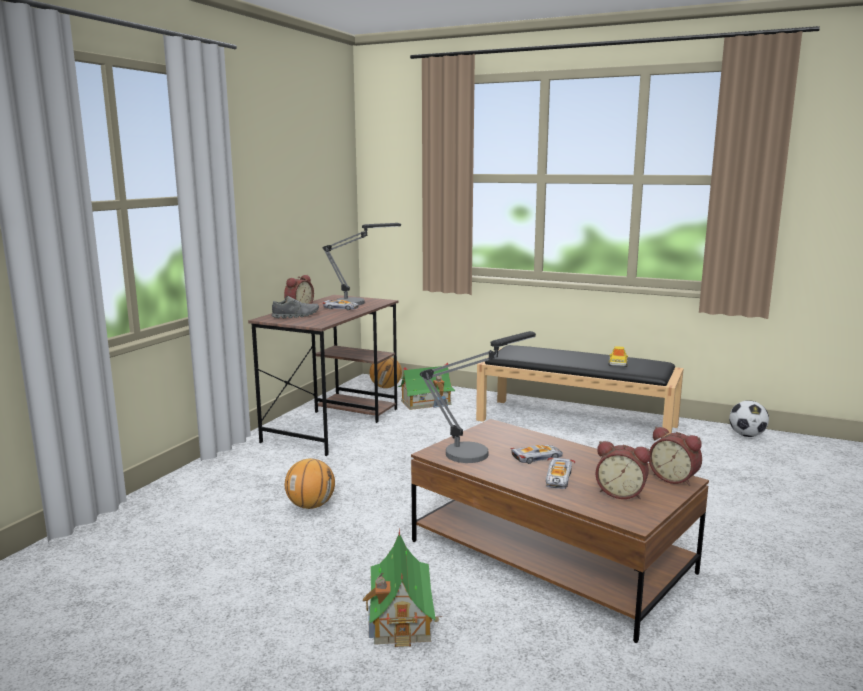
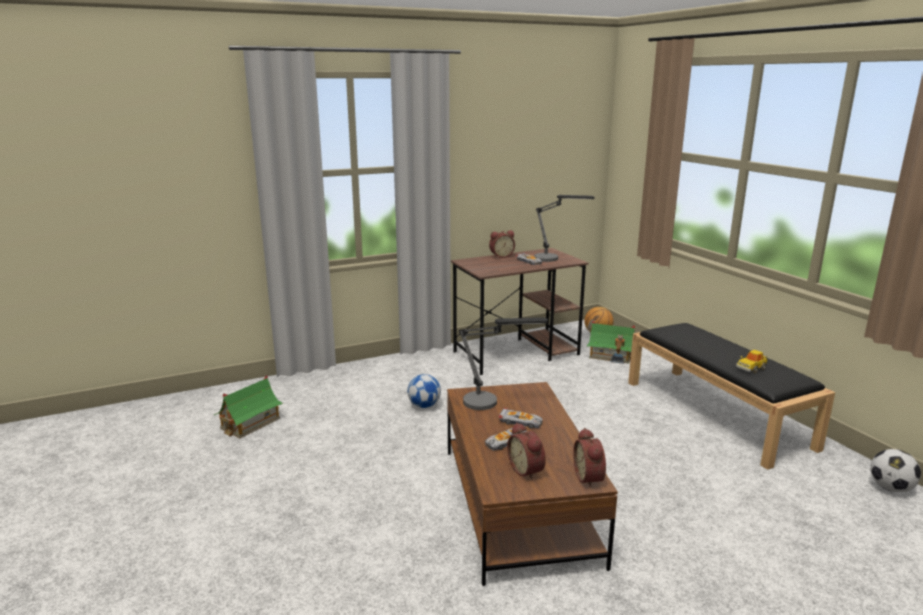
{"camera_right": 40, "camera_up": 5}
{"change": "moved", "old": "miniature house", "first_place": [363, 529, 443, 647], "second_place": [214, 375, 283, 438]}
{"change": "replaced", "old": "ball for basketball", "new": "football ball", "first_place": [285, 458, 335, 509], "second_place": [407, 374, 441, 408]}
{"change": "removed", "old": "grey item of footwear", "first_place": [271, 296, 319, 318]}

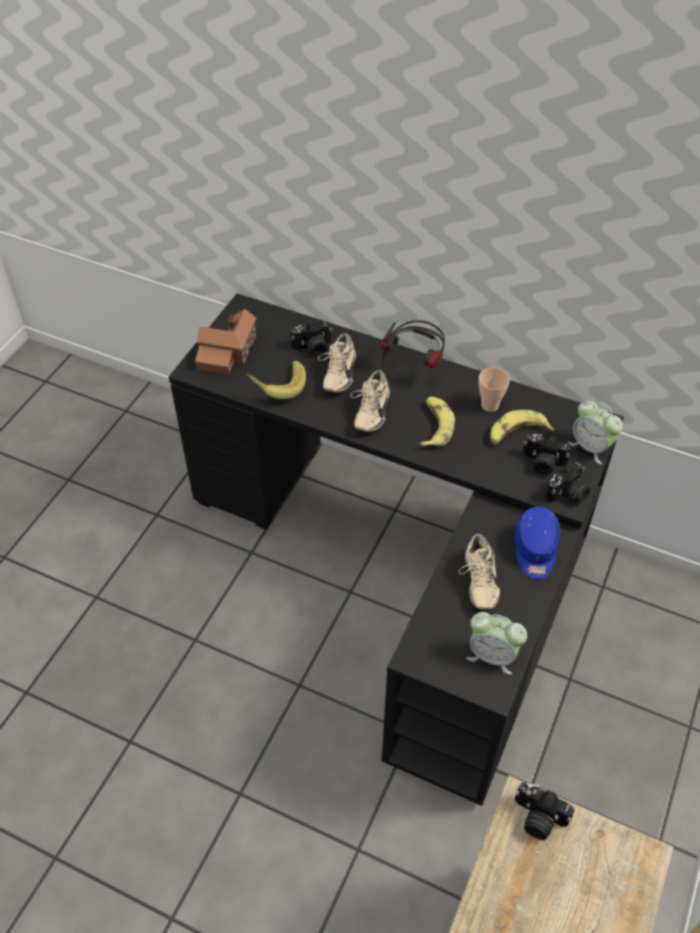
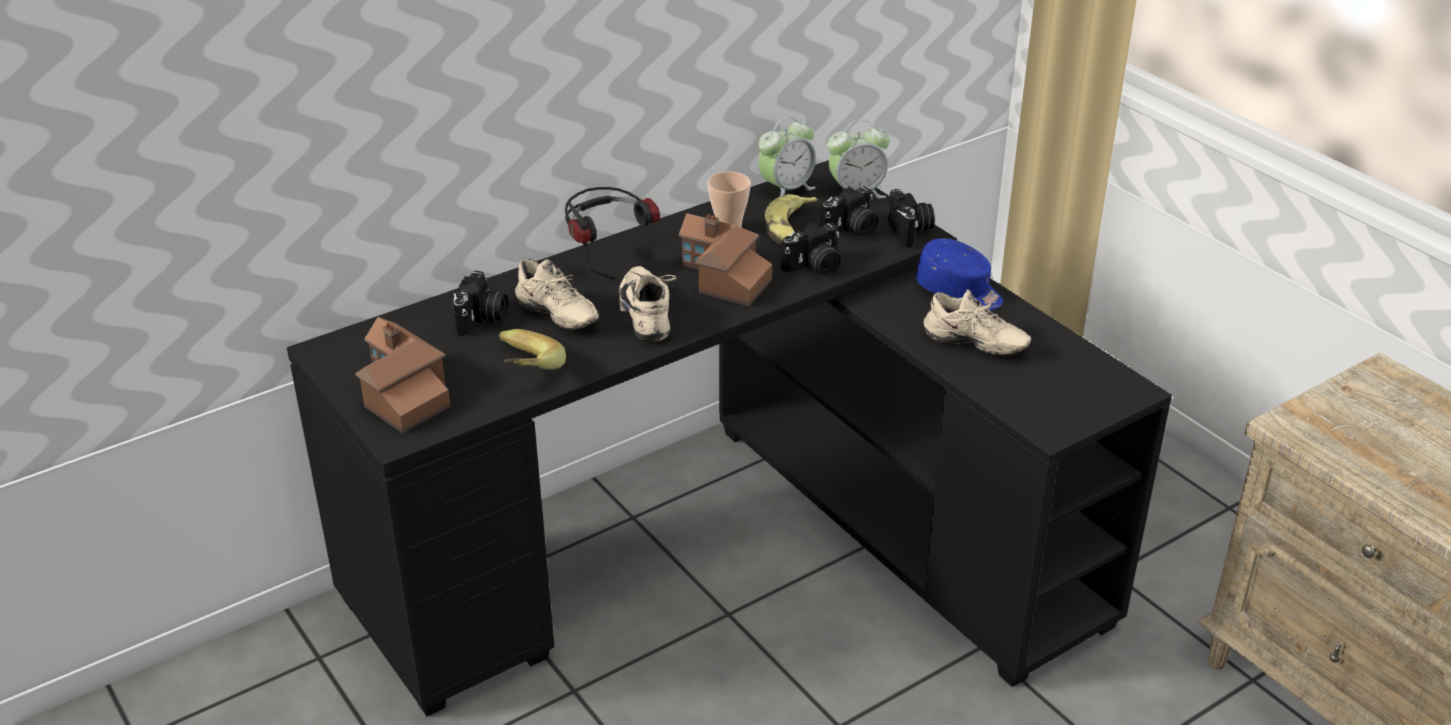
{"camera_right": -60, "camera_up": -15}
{"change": "turned", "old": "sand-coloured item of footwear", "first_place": [350, 370, 390, 432], "second_place": [619, 266, 676, 342], "degrees": -150}
{"change": "replaced", "old": "banana fruit", "new": "miniature house", "first_place": [420, 396, 455, 447], "second_place": [679, 213, 772, 306]}
{"change": "moved", "old": "alarm clock", "first_place": [466, 612, 527, 675], "second_place": [758, 116, 816, 196]}
{"change": "moved", "old": "photo camera", "first_place": [515, 782, 575, 840], "second_place": [781, 222, 841, 276]}

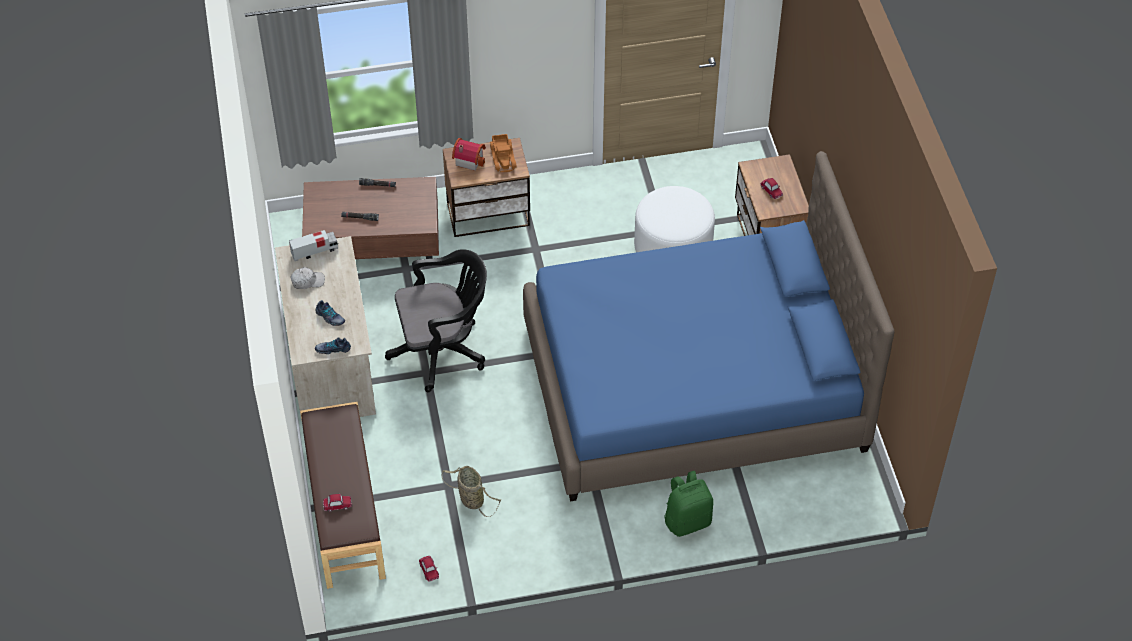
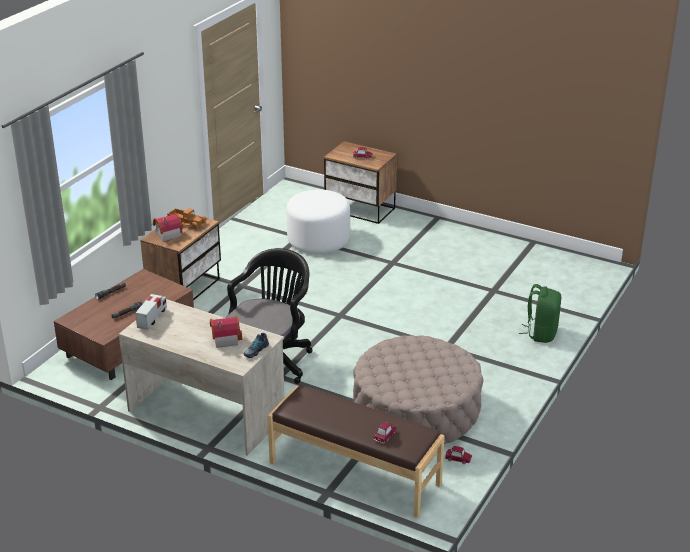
{"camera_right": -50, "camera_up": -20}
{"change": "replaced", "old": "item of footwear", "new": "miniature house", "first_place": [316, 300, 345, 326], "second_place": [210, 316, 242, 348]}
{"change": "replaced", "old": "basket", "new": "sand-coloured pouffe", "first_place": [441, 466, 501, 517], "second_place": [353, 335, 483, 444]}
{"change": "removed", "old": "white-coloured peaked cap", "first_place": [291, 267, 325, 289]}
{"change": "removed", "old": "blue-coloured bedroom bed", "first_place": [523, 151, 894, 502]}

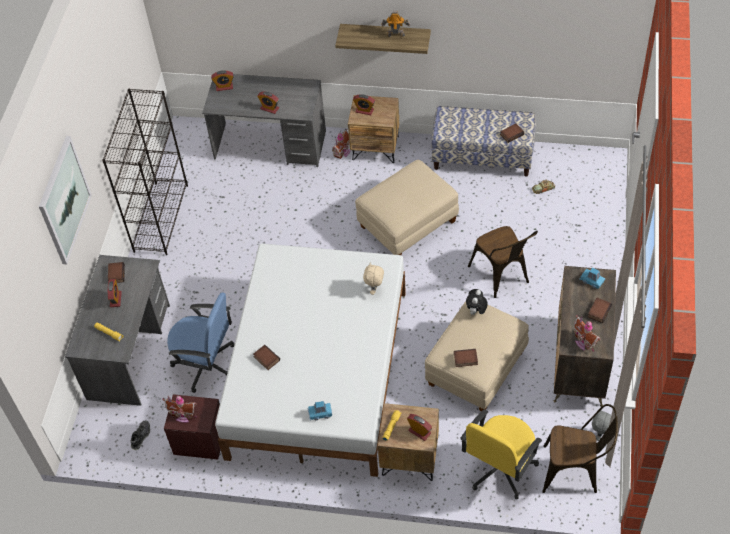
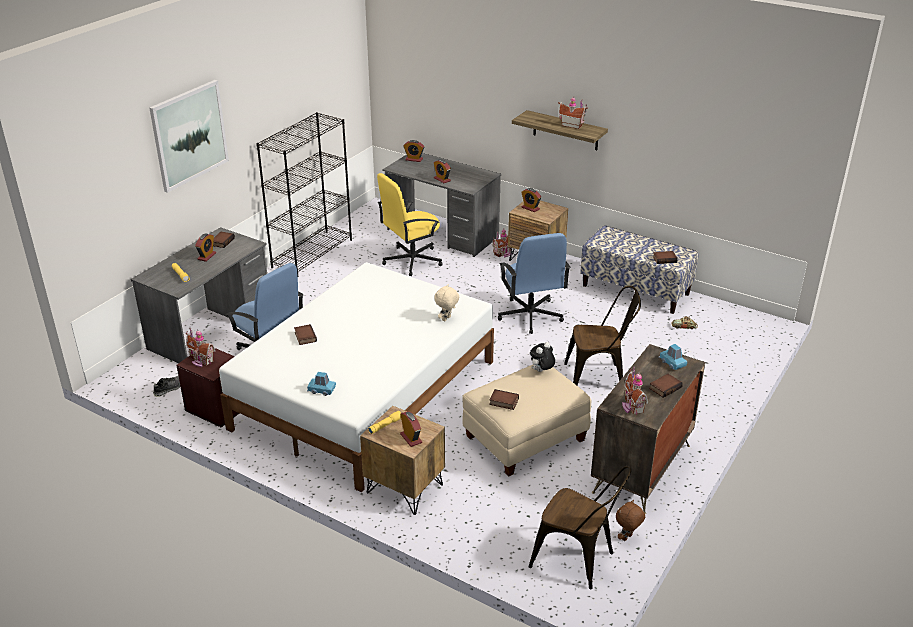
{"camera_right": 20, "camera_up": -20}
{"change": "moved", "old": "yellow-coloured computer chair", "first_place": [460, 409, 542, 499], "second_place": [377, 173, 443, 276]}
{"change": "replaced", "old": "sand-coloured pouffe", "new": "blue-coloured computer chair", "first_place": [355, 160, 459, 255], "second_place": [498, 233, 570, 334]}
{"change": "replaced", "old": "model robot", "new": "miniature house", "first_place": [382, 11, 410, 37], "second_place": [558, 96, 588, 129]}
{"change": "turned", "old": "brown chair", "first_place": [468, 226, 538, 298], "second_place": [564, 286, 641, 385], "degrees": -90}
{"change": "recoloured", "old": "grey cuddly toy", "new": "brown cuddly toy", "first_place": [592, 409, 611, 441], "second_place": [616, 499, 645, 541]}

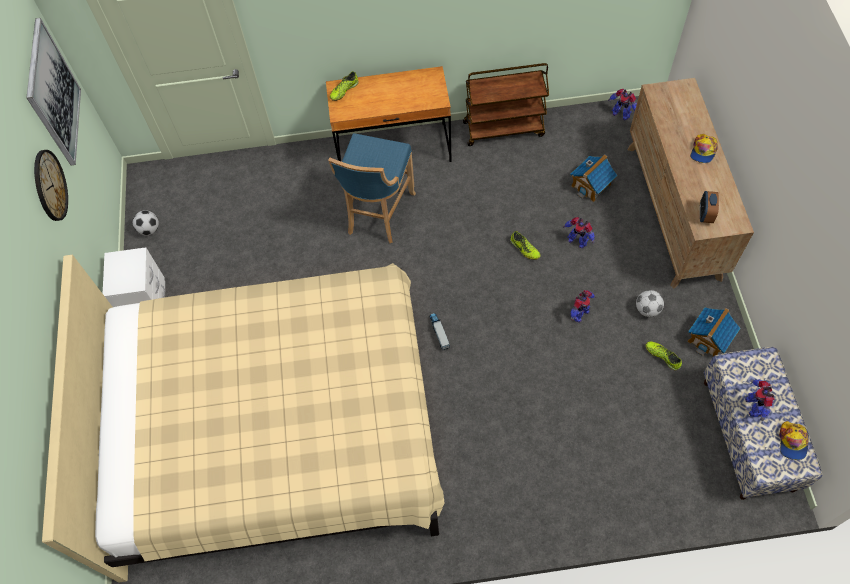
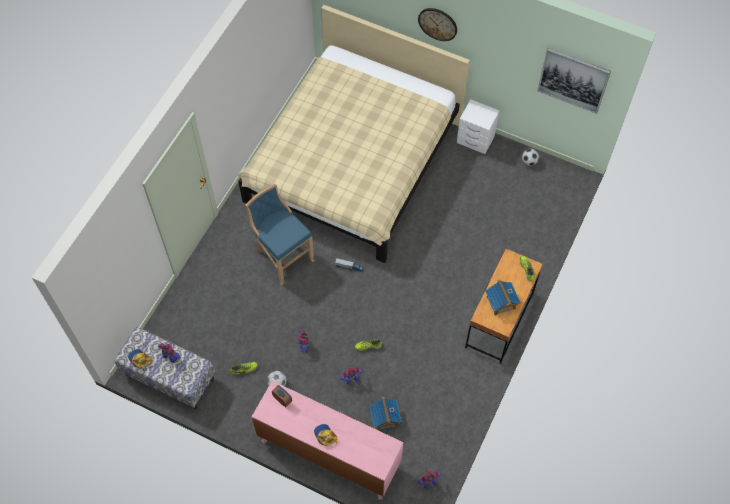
{"camera_right": 120, "camera_up": 0}
{"change": "moved", "old": "blue-coloured stool seat", "first_place": [328, 133, 416, 243], "second_place": [245, 184, 315, 286]}
{"change": "recoloured", "old": "brown drawer chest", "new": "pink-coloured drawer chest", "first_place": [628, 78, 754, 288], "second_place": [252, 381, 403, 500]}
{"change": "moved", "old": "wall clock", "first_place": [34, 150, 68, 221], "second_place": [418, 8, 457, 41]}
{"change": "moved", "old": "miniature house", "first_place": [687, 307, 740, 357], "second_place": [485, 279, 521, 316]}
{"change": "removed", "old": "brown wheeled cart", "first_place": [463, 63, 549, 146]}

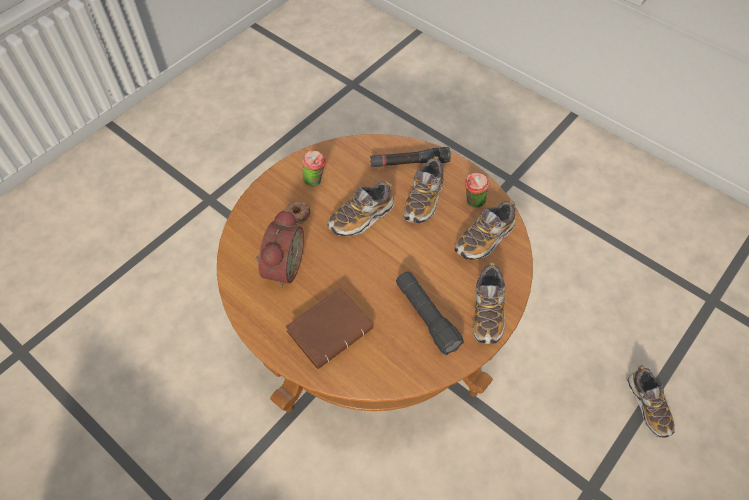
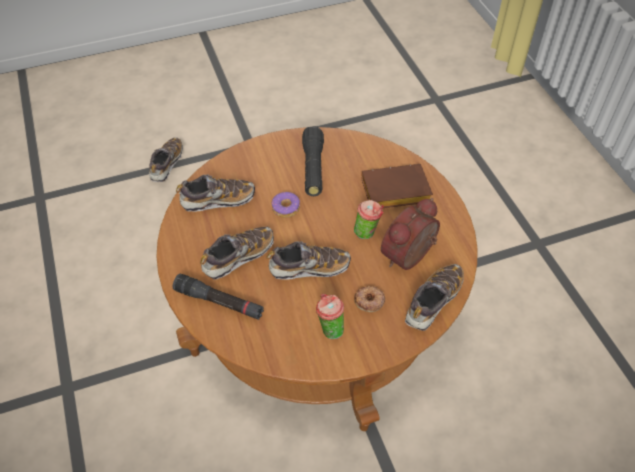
{"camera_right": -150, "camera_up": -5}
{"change": "added", "new": "doughnut", "second_place": [272, 192, 300, 218]}
{"change": "moved", "old": "cup", "first_place": [465, 173, 490, 208], "second_place": [354, 200, 384, 239]}
{"change": "moved", "old": "item of footwear", "first_place": [473, 262, 505, 344], "second_place": [405, 264, 464, 331]}

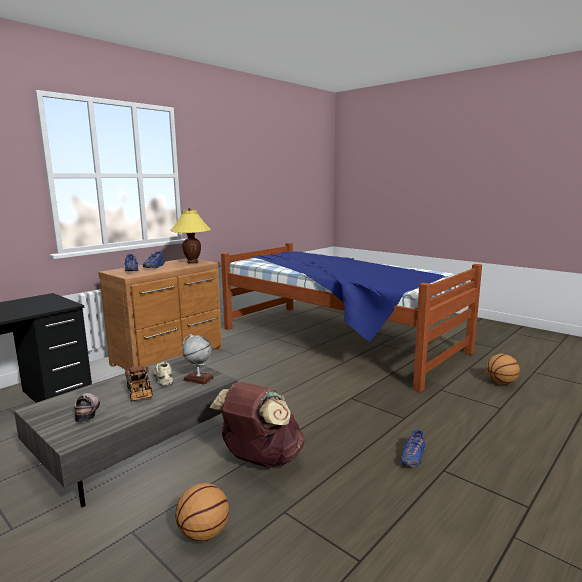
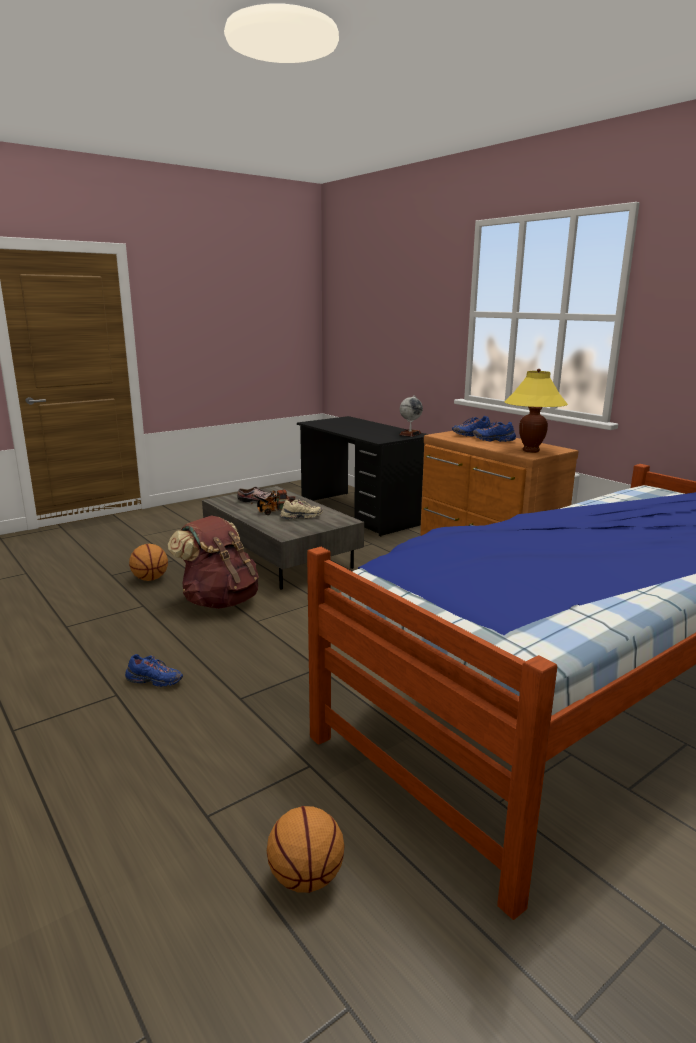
{"camera_right": 100, "camera_up": 5}
{"change": "turned", "old": "blue-coloured item of footwear", "first_place": [400, 430, 425, 467], "second_place": [125, 654, 183, 687], "degrees": 150}
{"change": "moved", "old": "desk globe", "first_place": [182, 334, 215, 385], "second_place": [399, 395, 423, 437]}

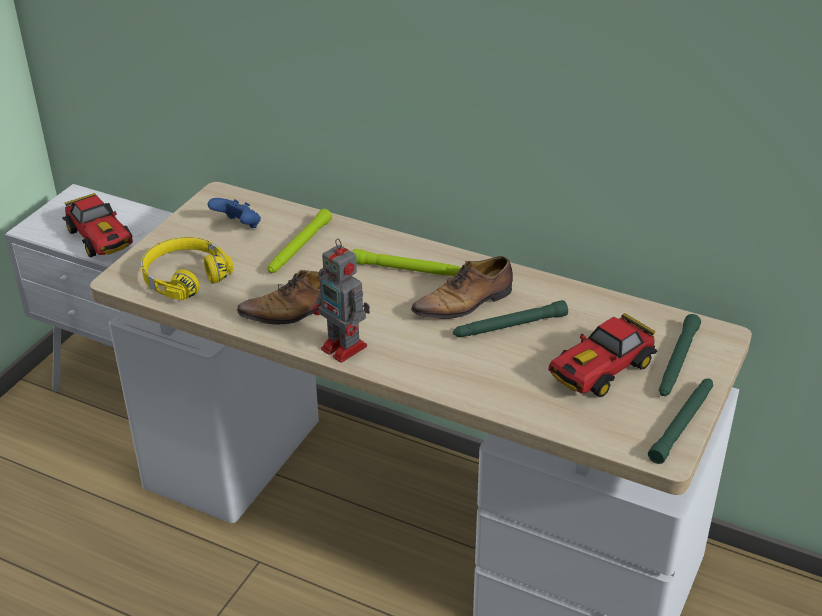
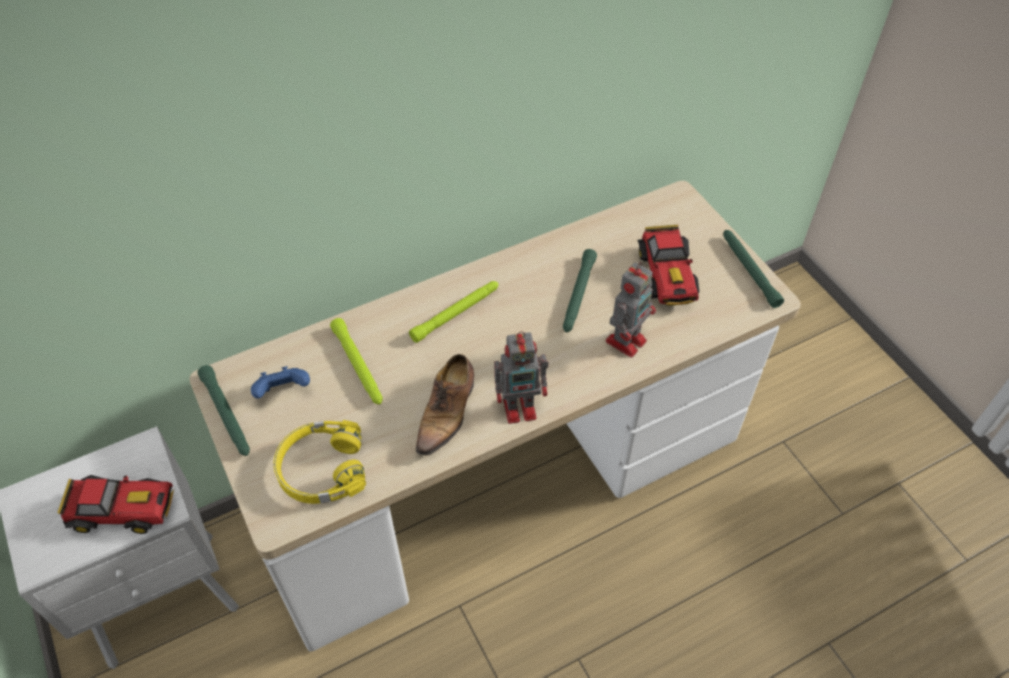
{"camera_right": -55, "camera_up": 15}
{"change": "moved", "old": "green-coloured torch", "first_place": [659, 314, 701, 396], "second_place": [198, 365, 250, 456]}
{"change": "added", "new": "model robot", "second_place": [605, 262, 656, 358]}
{"change": "removed", "old": "item of footwear", "first_place": [411, 256, 513, 319]}

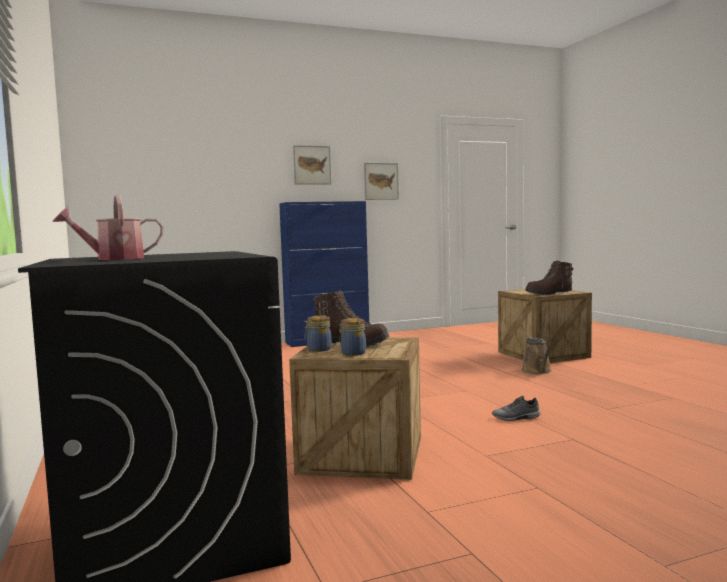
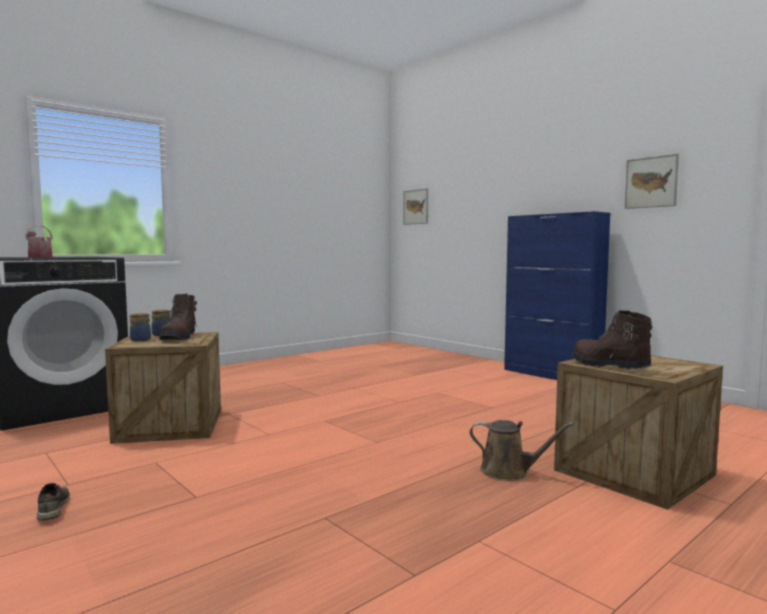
{"camera_right": 70, "camera_up": 0}
{"change": "moved", "old": "grey item of footwear", "first_place": [492, 396, 541, 421], "second_place": [37, 483, 70, 520]}
{"change": "moved", "old": "wall art", "first_place": [293, 145, 331, 184], "second_place": [403, 188, 428, 225]}
{"change": "turned", "old": "brown sprinkling can", "first_place": [522, 337, 553, 374], "second_place": [470, 420, 574, 481], "degrees": -135}

